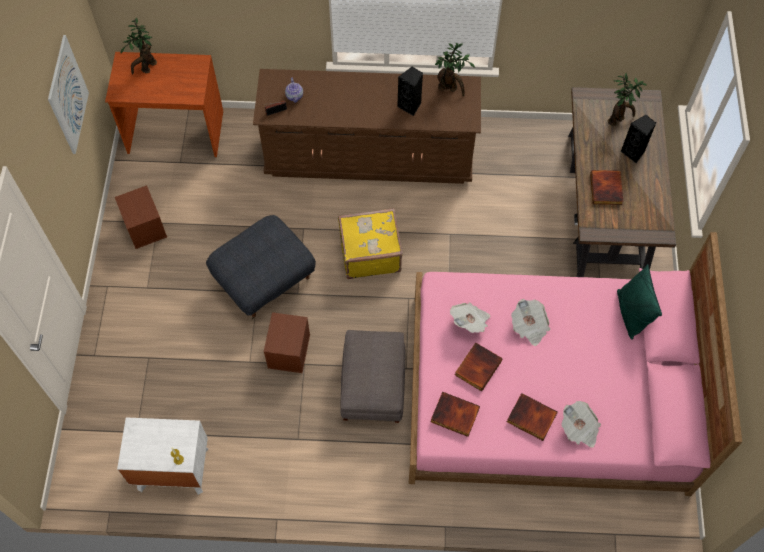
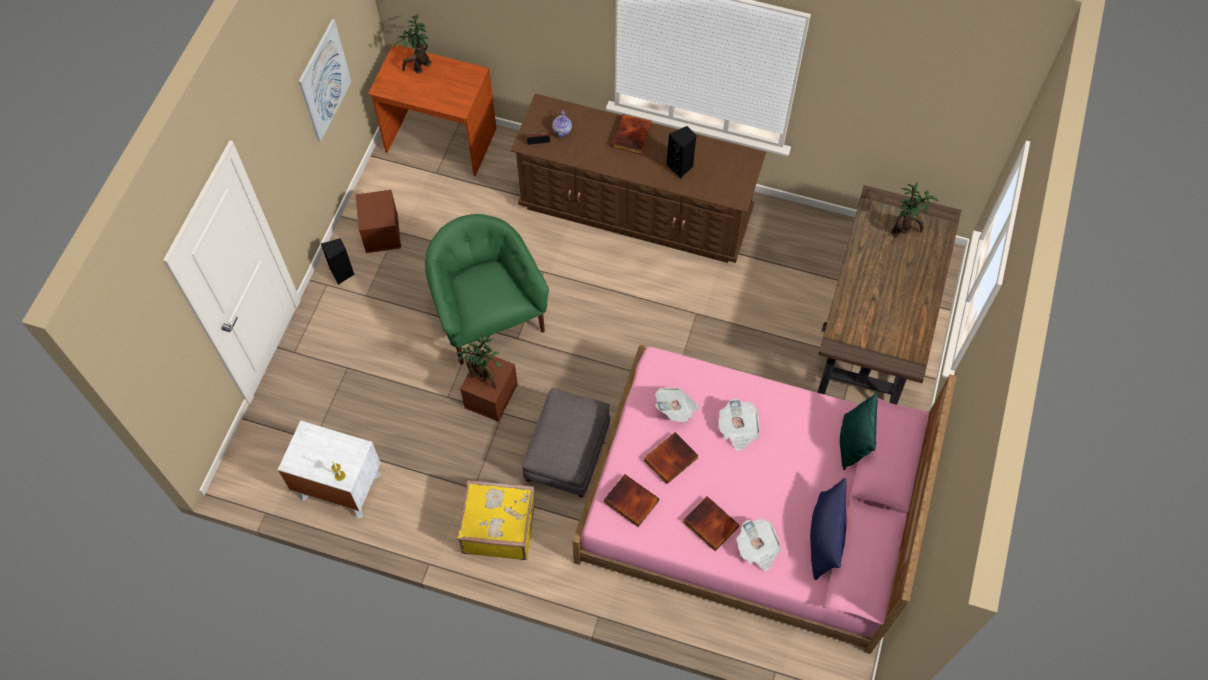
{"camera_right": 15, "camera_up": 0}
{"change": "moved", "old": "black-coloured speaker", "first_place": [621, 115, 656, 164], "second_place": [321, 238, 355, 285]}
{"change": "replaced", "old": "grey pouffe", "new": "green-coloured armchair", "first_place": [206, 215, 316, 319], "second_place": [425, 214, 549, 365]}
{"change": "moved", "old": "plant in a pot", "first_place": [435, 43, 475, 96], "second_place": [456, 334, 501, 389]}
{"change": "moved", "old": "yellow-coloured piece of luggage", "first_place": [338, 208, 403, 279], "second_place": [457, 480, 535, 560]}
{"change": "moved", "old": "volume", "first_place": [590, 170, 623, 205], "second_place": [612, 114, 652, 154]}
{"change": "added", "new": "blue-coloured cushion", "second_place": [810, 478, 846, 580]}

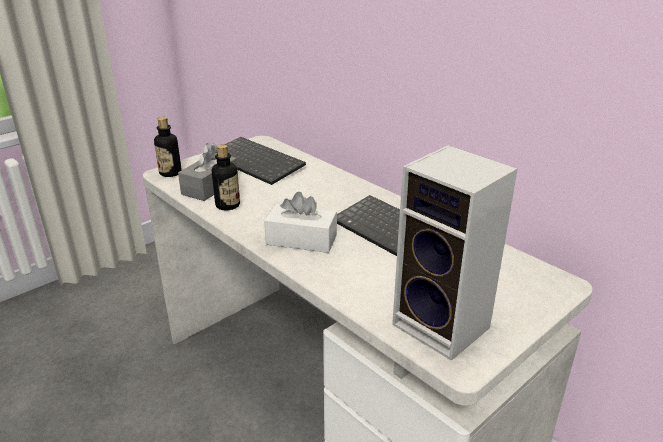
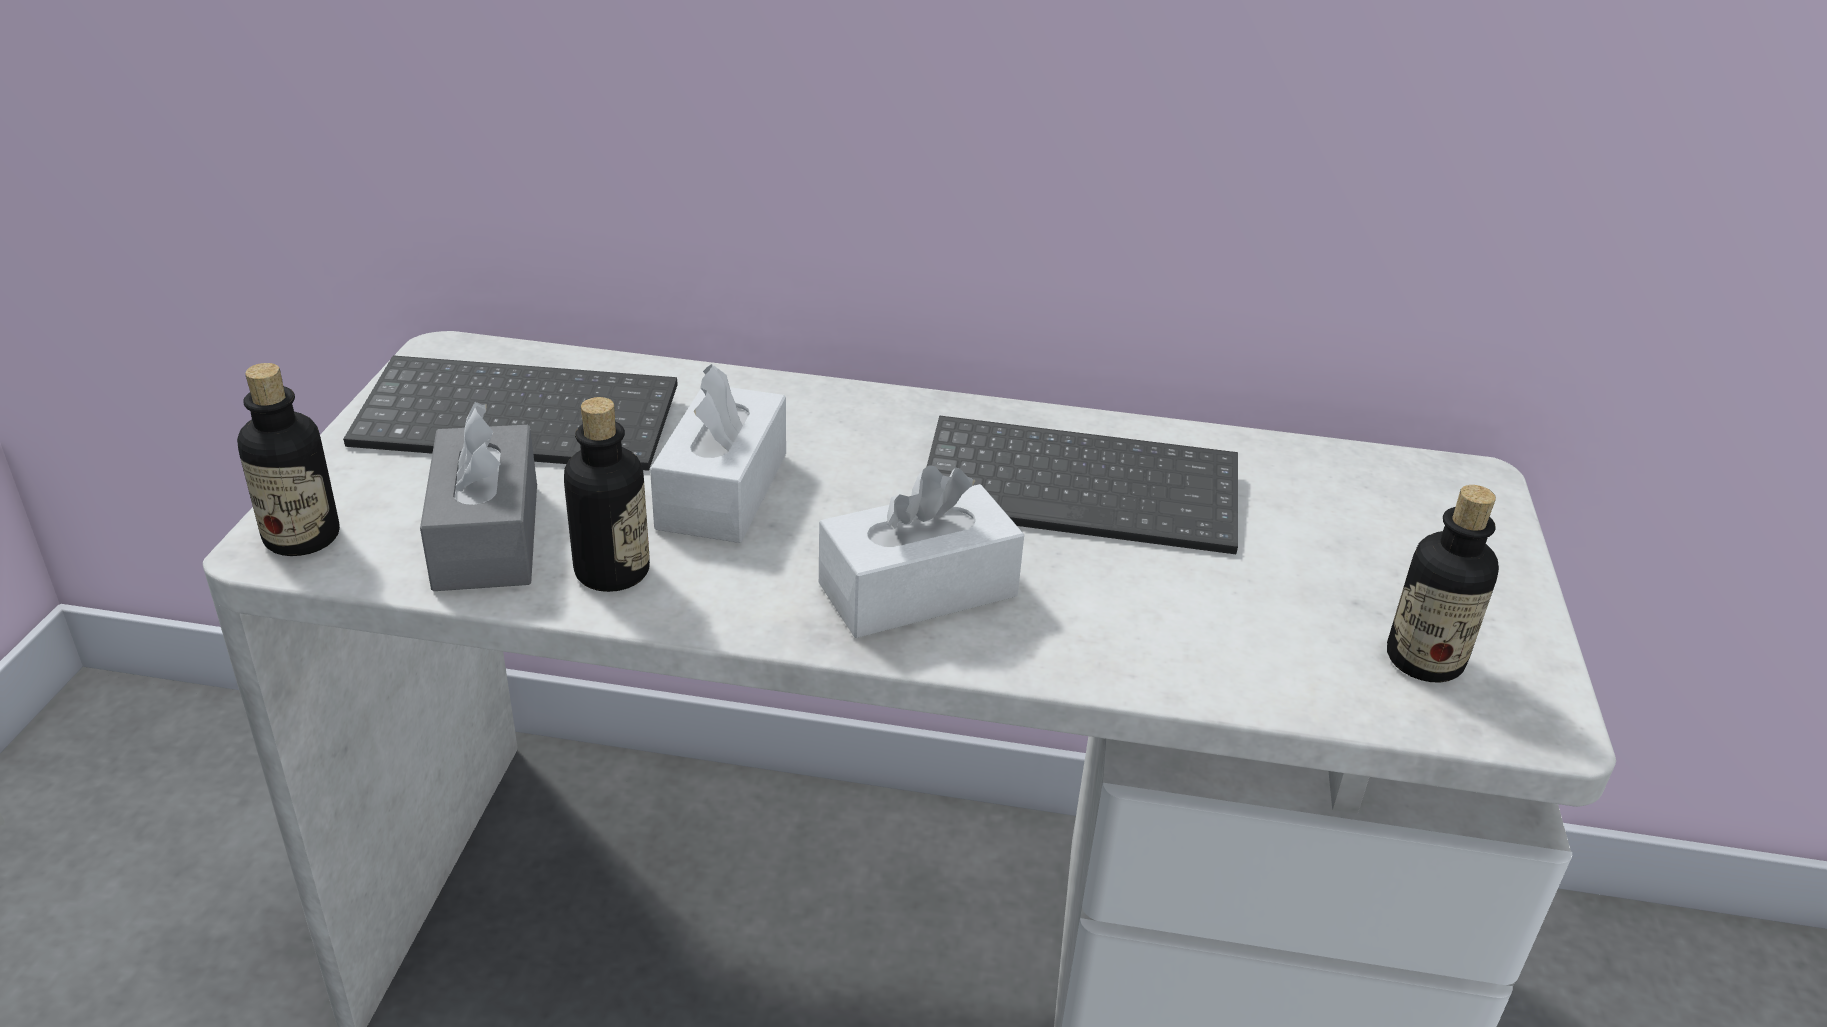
{"camera_right": -40, "camera_up": 5}
{"change": "added", "new": "white-coloured tissue holder", "second_place": [650, 364, 786, 543]}
{"change": "replaced", "old": "speaker", "new": "drink bottle", "first_place": [392, 145, 518, 361], "second_place": [1387, 485, 1499, 683]}

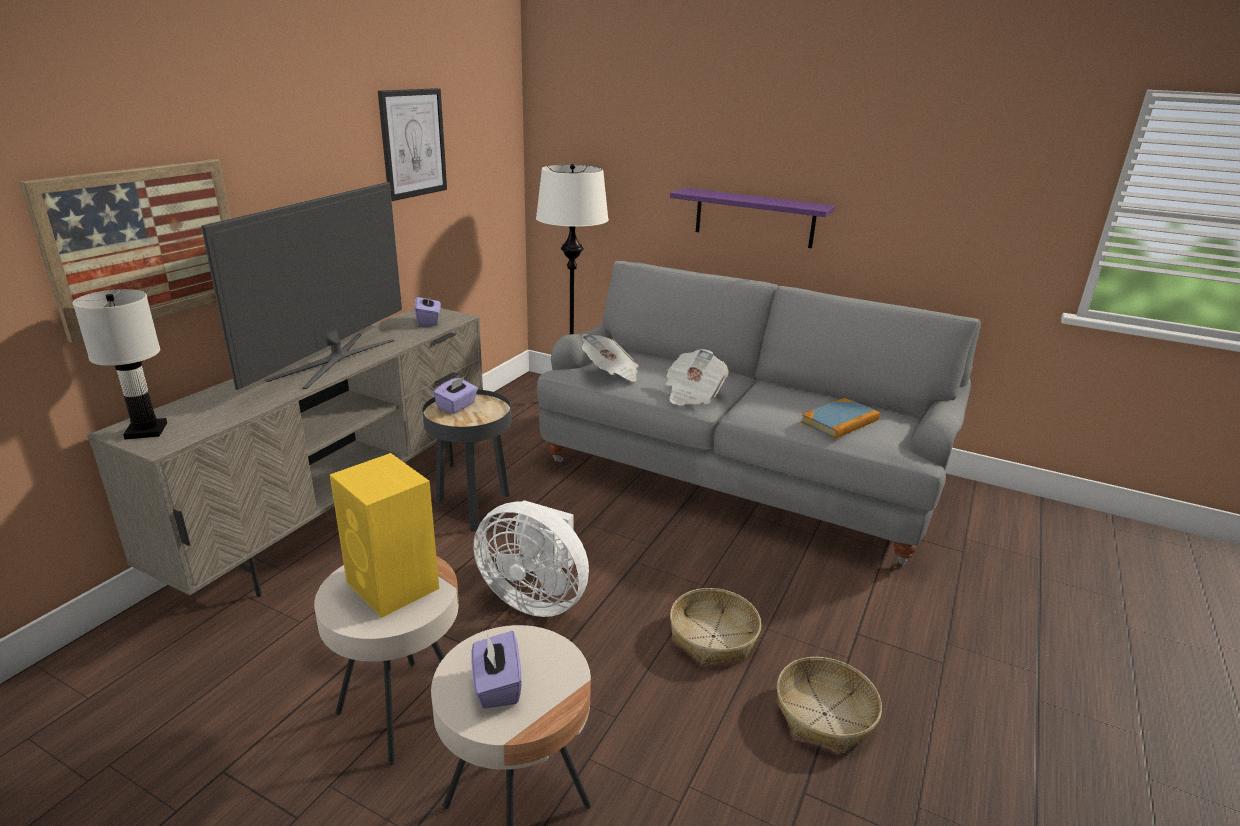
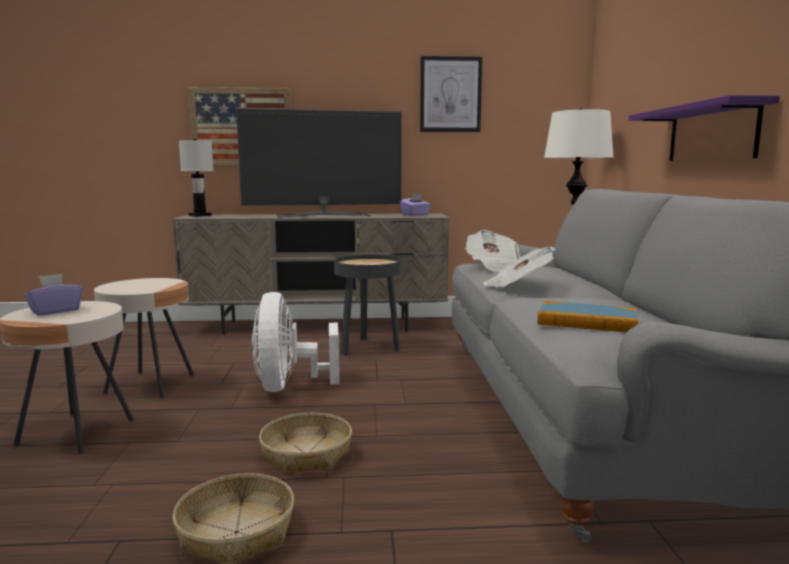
{"camera_right": 60, "camera_up": -15}
{"change": "removed", "old": "yellow-coloured speaker", "first_place": [330, 453, 439, 617]}
{"change": "removed", "old": "purplish tissue holder", "first_place": [433, 376, 478, 414]}

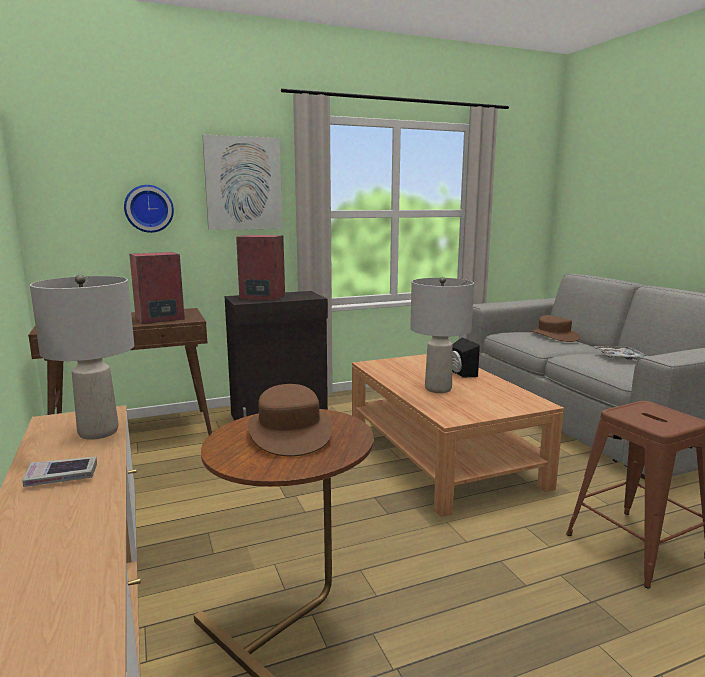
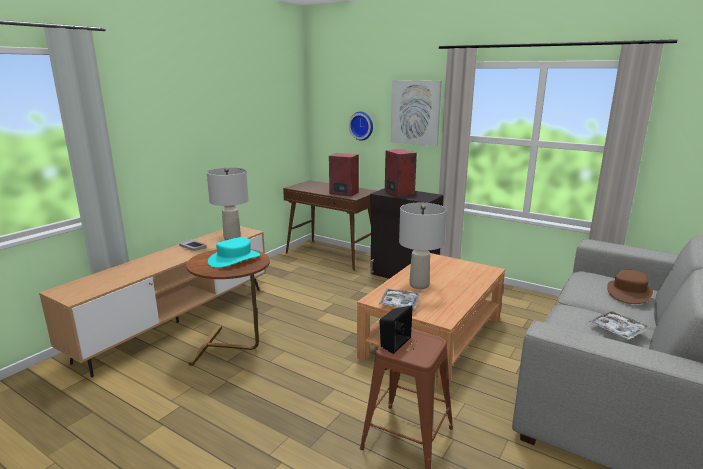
{"camera_right": 55, "camera_up": 5}
{"change": "recoloured", "old": "brown hat", "new": "blue-green hat", "first_place": [248, 384, 333, 457], "second_place": [208, 237, 261, 268]}
{"change": "added", "new": "tray", "second_place": [379, 288, 420, 309]}
{"change": "moved", "old": "black-coloured speaker", "first_place": [452, 338, 480, 377], "second_place": [379, 305, 413, 354]}

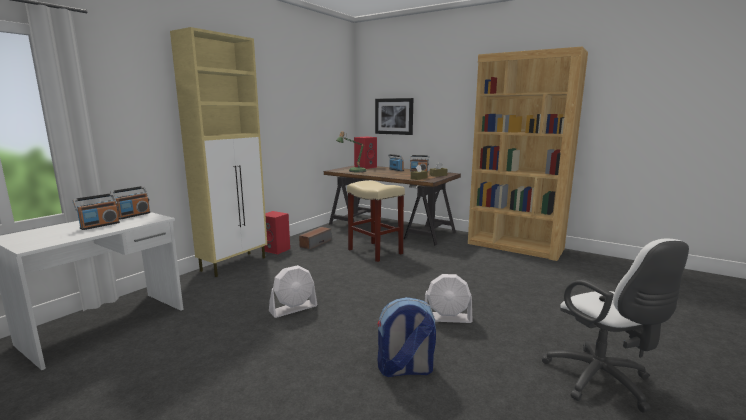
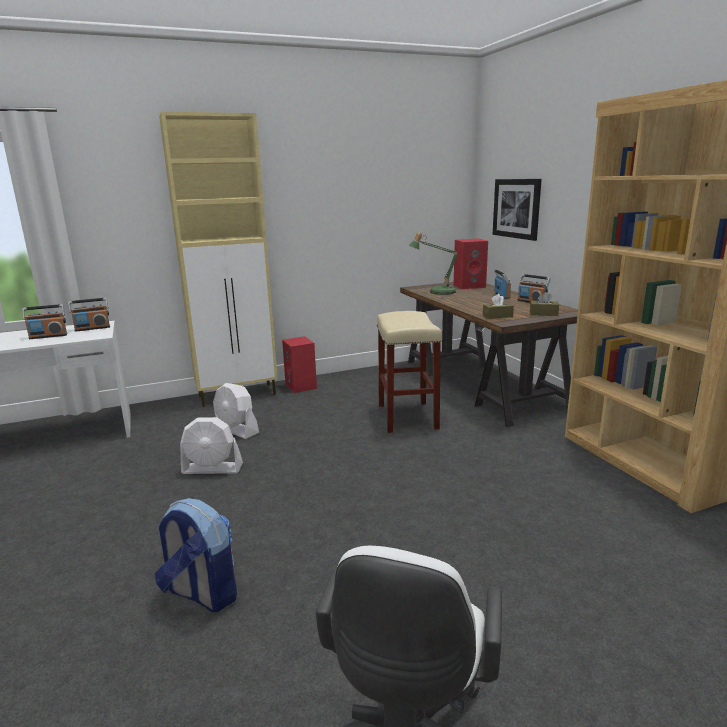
{"camera_right": 35, "camera_up": 5}
{"change": "moved", "old": "white-coloured cooling fan", "first_place": [425, 274, 473, 323], "second_place": [213, 383, 259, 439]}
{"change": "removed", "old": "speaker", "first_place": [299, 227, 332, 250]}

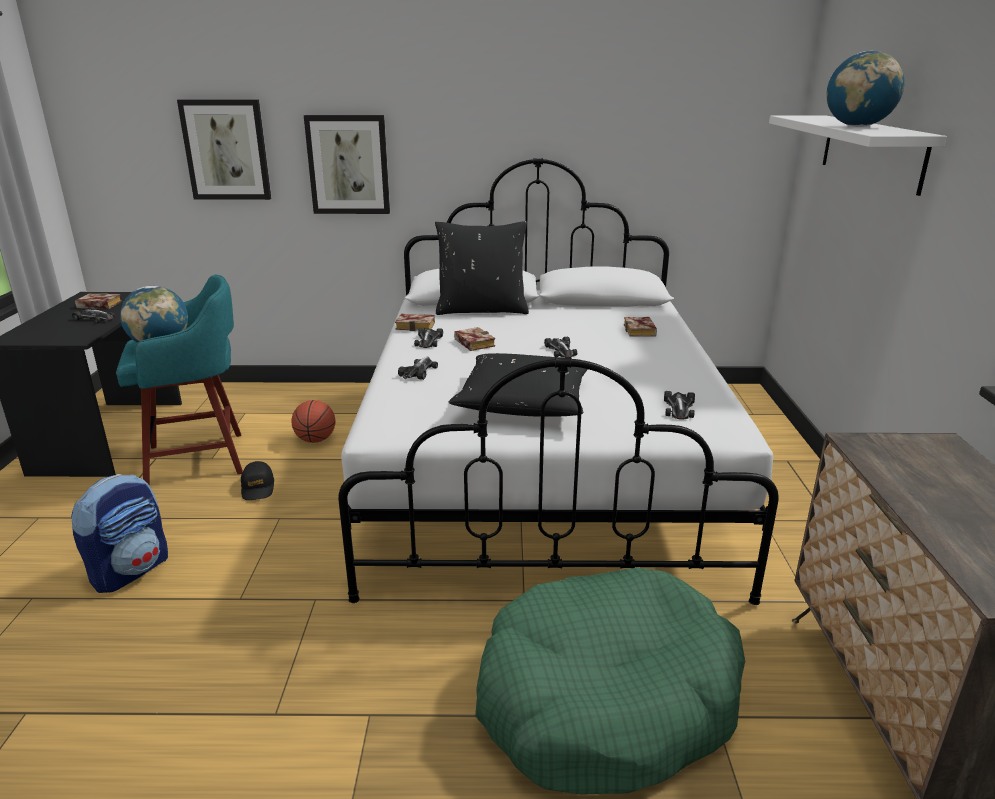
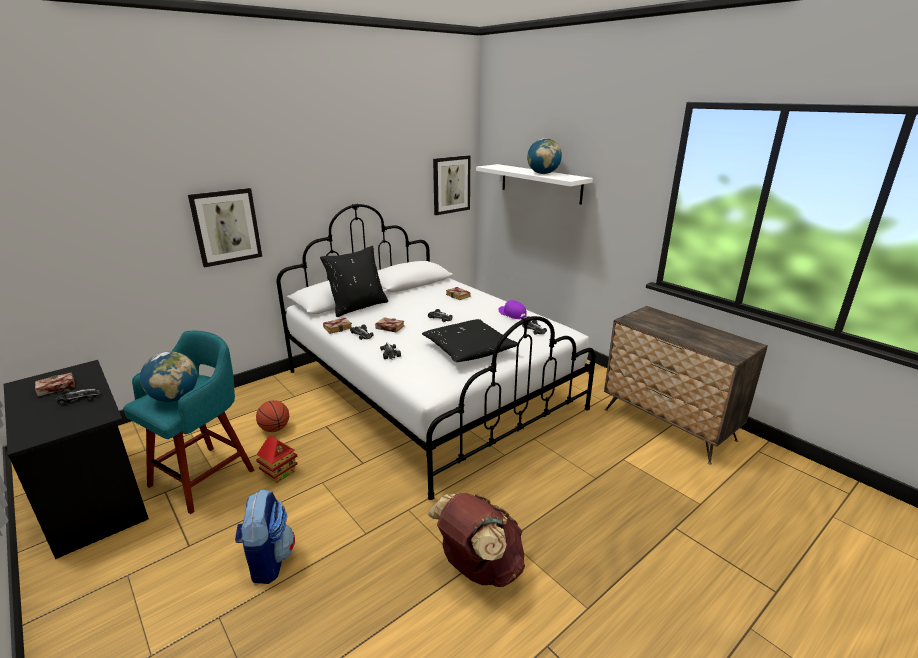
{"camera_right": -40, "camera_up": 0}
{"change": "replaced", "old": "black-coloured peaked cap", "new": "miniature house", "first_place": [241, 461, 274, 500], "second_place": [256, 435, 298, 483]}
{"change": "added", "new": "brown rucksack", "second_place": [427, 493, 525, 587]}
{"change": "moved", "old": "wall art", "first_place": [177, 99, 271, 200], "second_place": [433, 155, 470, 215]}
{"change": "added", "new": "purplish peaked cap", "second_place": [498, 300, 527, 319]}
{"change": "removed", "old": "green-coloured dog bed", "first_place": [475, 568, 745, 795]}

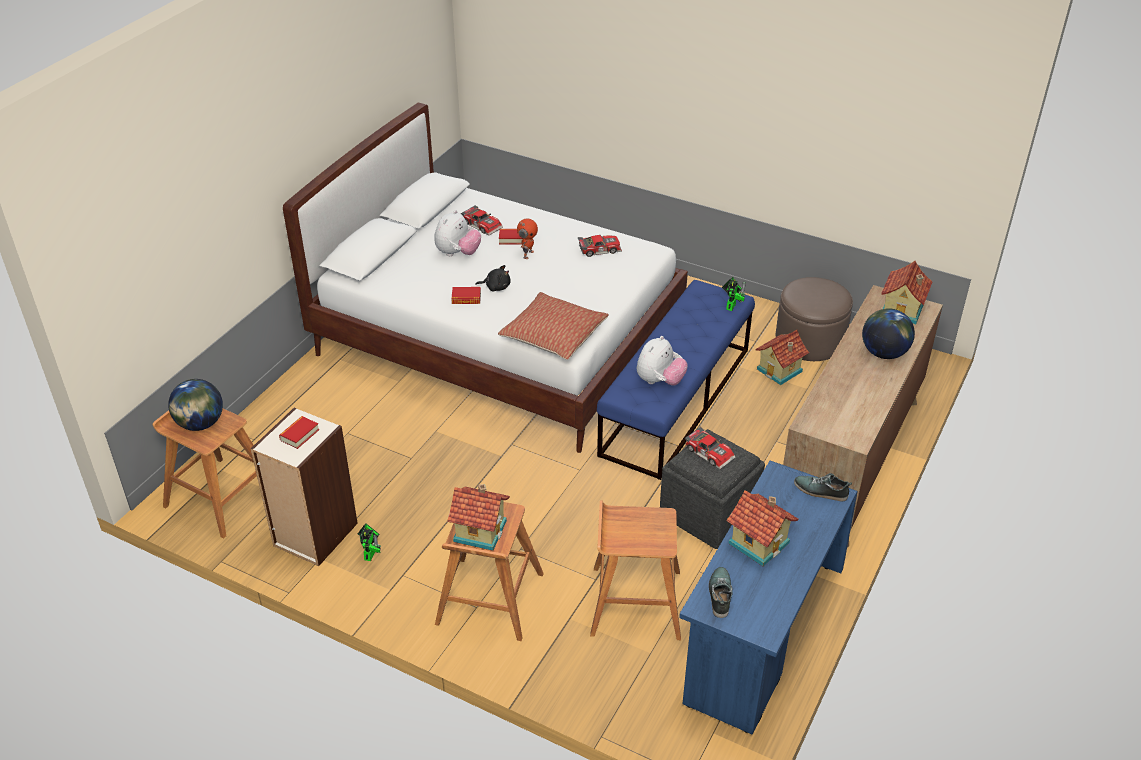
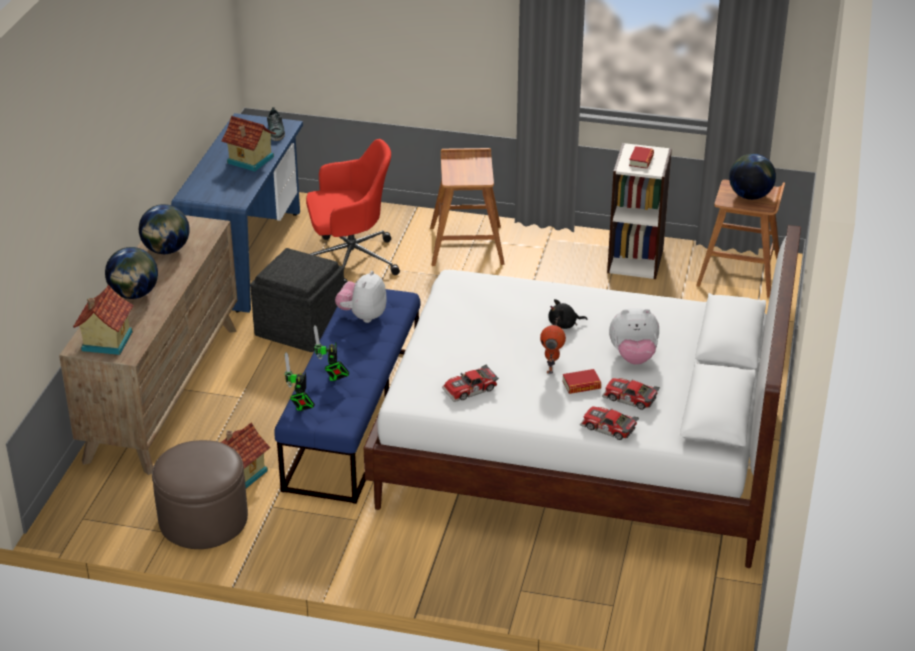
{"camera_right": 165, "camera_up": -5}
{"change": "added", "new": "desk globe", "second_place": [139, 204, 190, 254]}
{"change": "replaced", "old": "brown stool seat", "new": "red computer chair", "first_place": [590, 500, 681, 640], "second_place": [306, 139, 400, 284]}
{"change": "moved", "old": "model robot", "first_place": [358, 523, 381, 561], "second_place": [313, 326, 350, 381]}
{"change": "moved", "old": "toy car", "first_place": [685, 427, 736, 469], "second_place": [580, 407, 639, 440]}
{"change": "turned", "old": "cuddly toy", "first_place": [434, 210, 481, 256], "second_place": [609, 308, 659, 365], "degrees": -105}
{"change": "removed", "old": "miniature house", "first_place": [447, 484, 510, 551]}
{"change": "removed", "old": "volume", "first_place": [452, 287, 481, 304]}
{"change": "removed", "old": "cushion", "first_place": [498, 292, 609, 360]}
{"change": "removed", "old": "item of footwear", "first_place": [794, 473, 852, 502]}

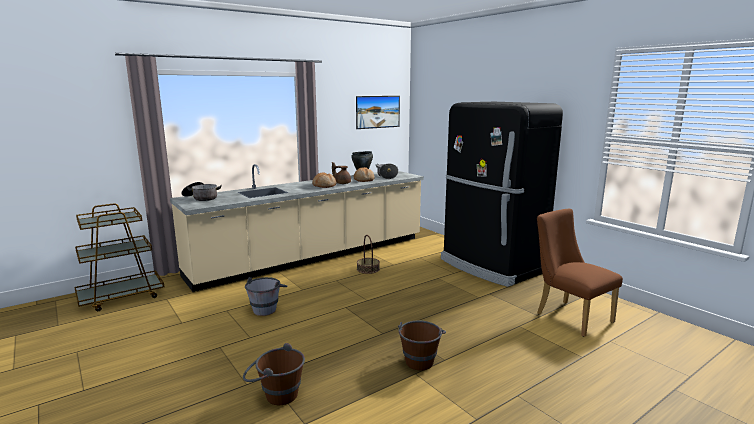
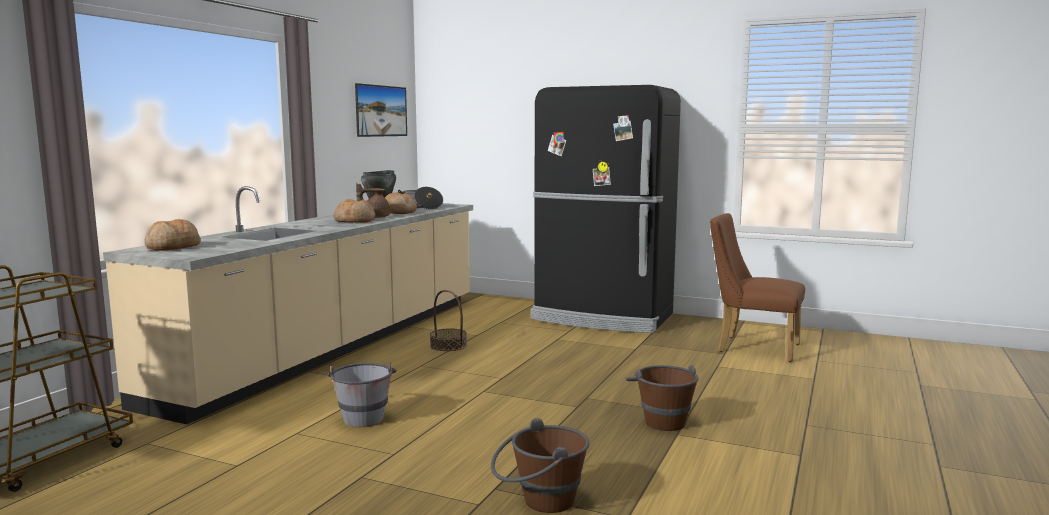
{"camera_right": -30, "camera_up": -5}
{"change": "replaced", "old": "saucepot", "new": "bread", "first_place": [181, 182, 222, 201], "second_place": [144, 219, 201, 251]}

